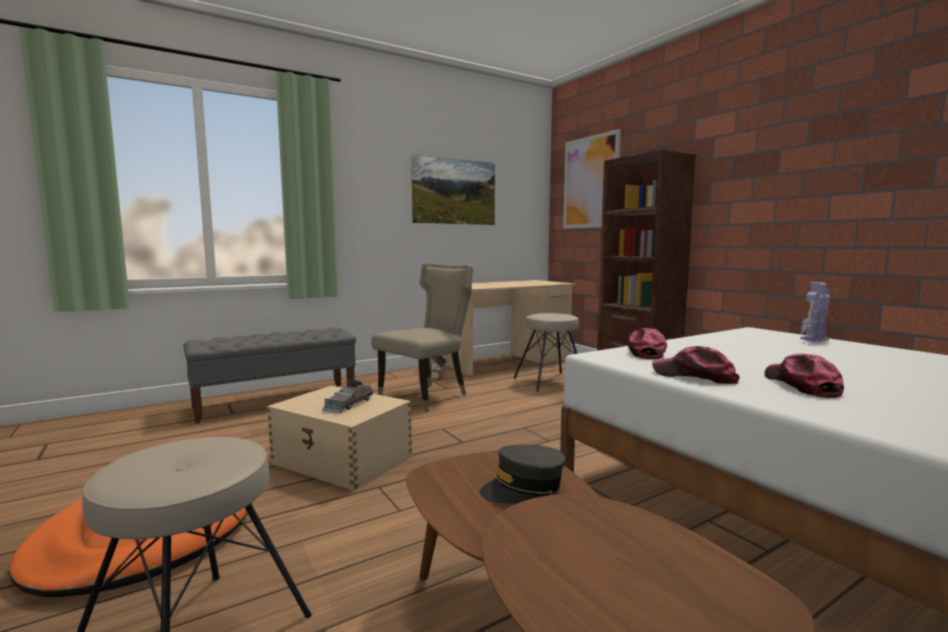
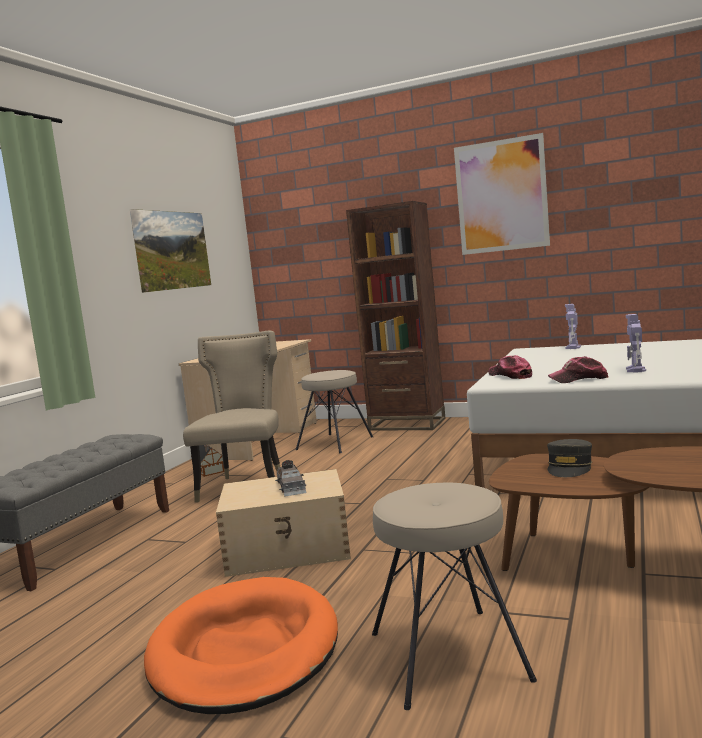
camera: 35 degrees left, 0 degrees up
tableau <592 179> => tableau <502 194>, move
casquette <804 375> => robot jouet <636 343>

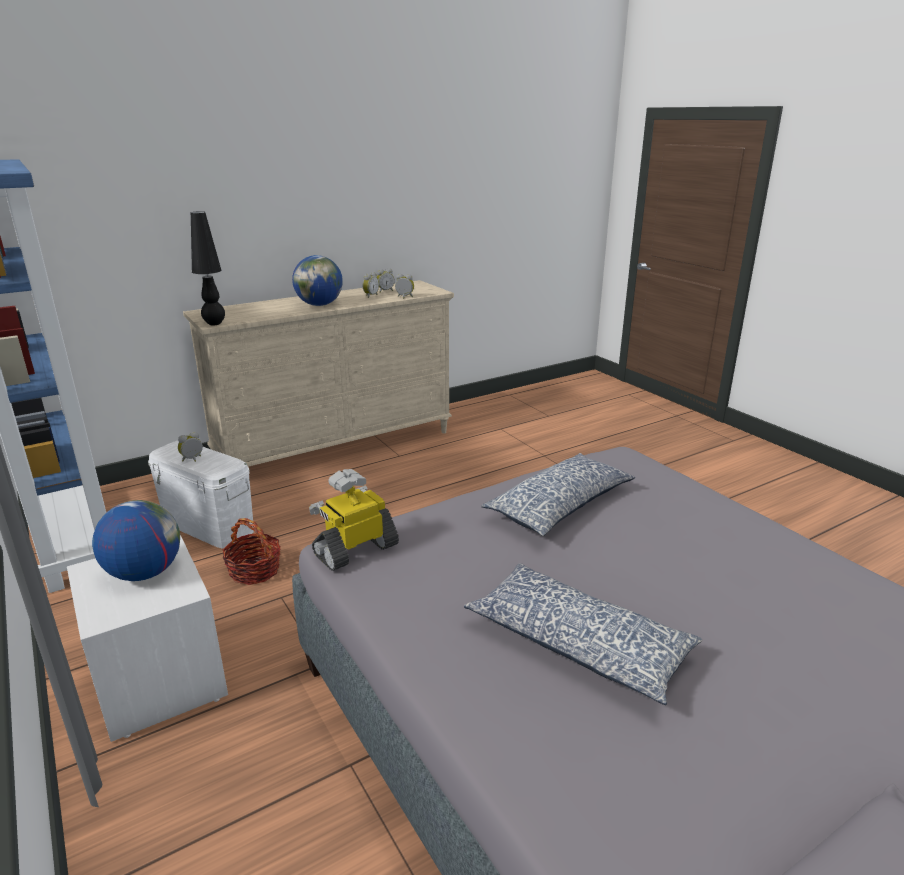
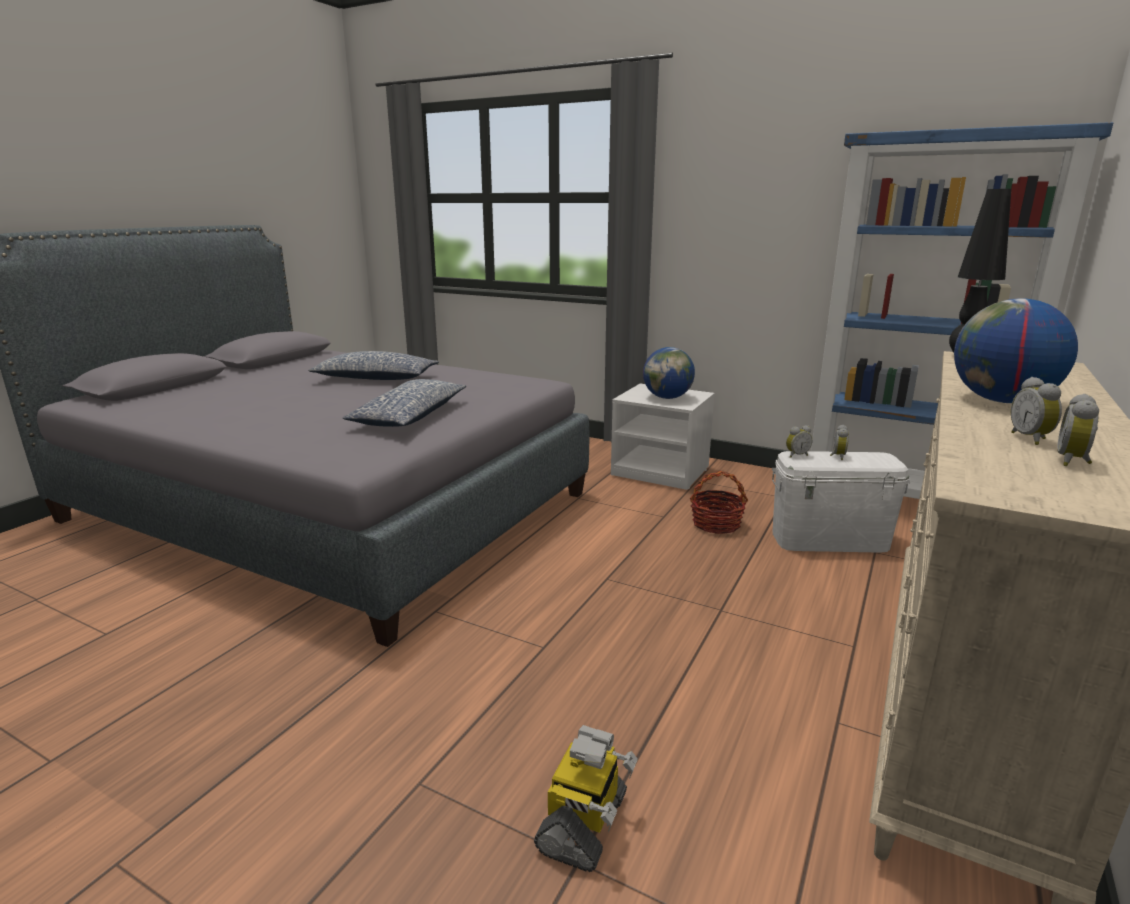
camera: 150 degrees right, 5 degrees down
robot jouet <354 520> => robot jouet <586 798>, move
réveil <404 286> => réveil <799 441>, move

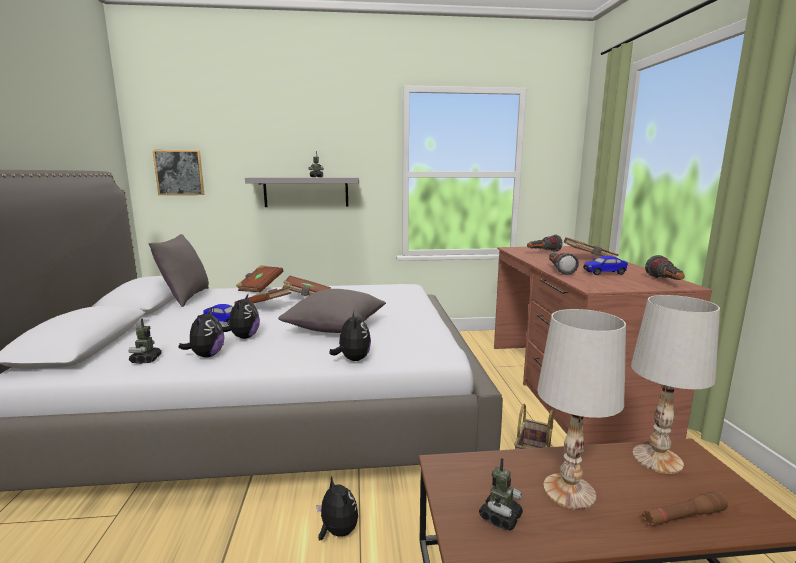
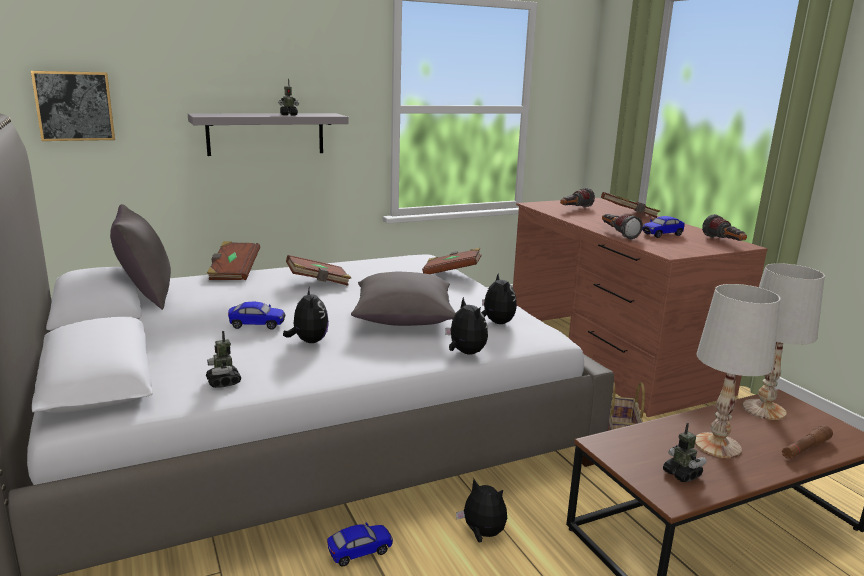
camera: 20 degrees left, 5 degrees up
nothing => petite voiture <360 544>
livre (marron) <262 295> => livre (marron) <451 260>, move
peluche <201 333> => peluche <499 298>, move
robot jouet <501 494> => robot jouet <685 452>, 45 degrees counterclockwise

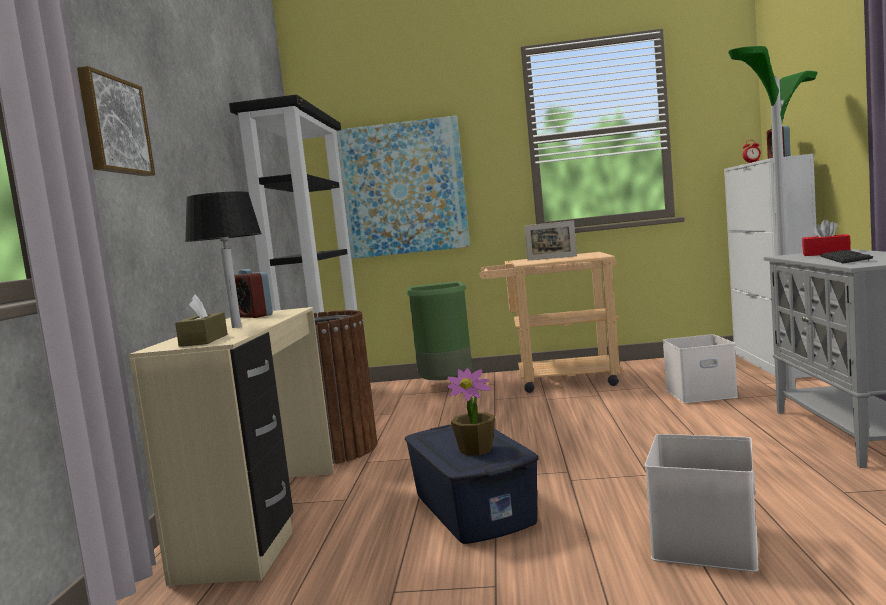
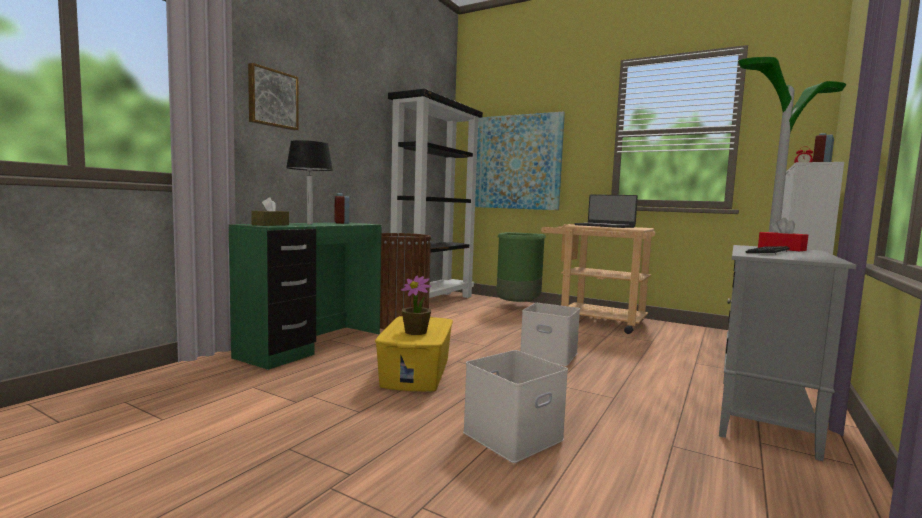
camera: 25 degrees right, 0 degrees up
bureau (beige) <231 446> => bureau (vert) <305 296>
boîte de rangement (bleu) <472 484> => boîte de rangement (jaune) <414 353>
boîte de rangement (blanc) <700 368> => boîte de rangement (blanc) <550 334>, move
cadre photo <551 240> => ordinateur portable <606 211>

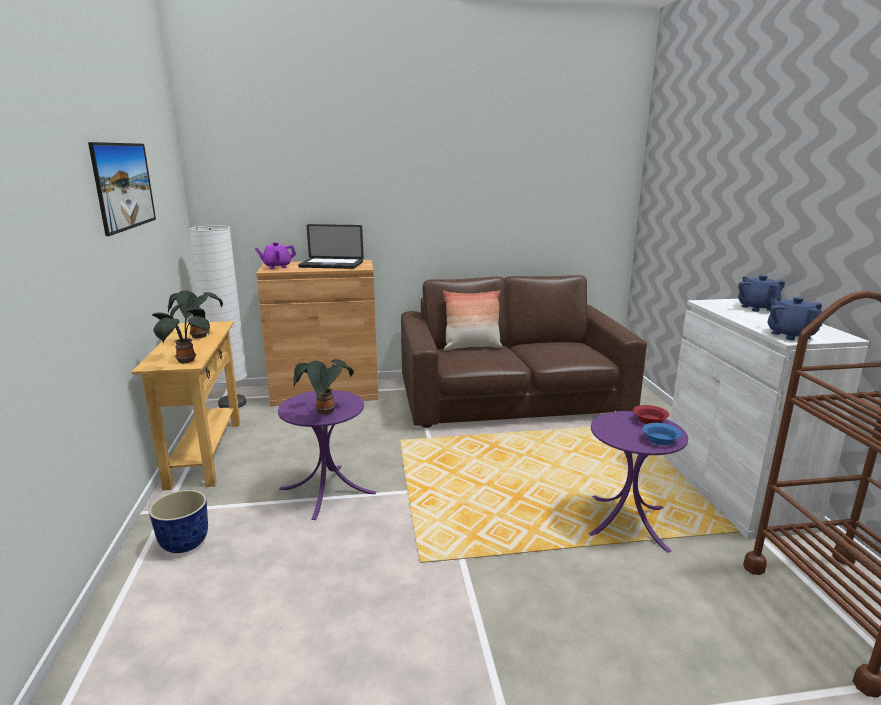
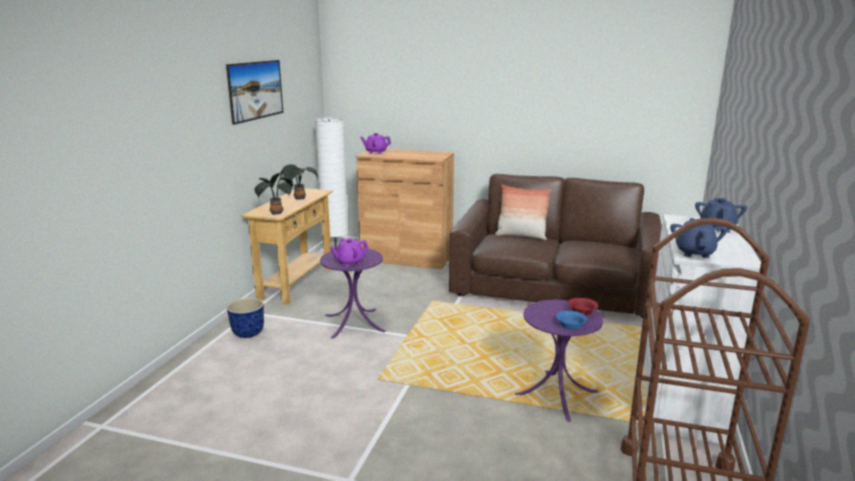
camera: 25 degrees right, 0 degrees up
plante en pot <323 387> => théière (violet) <349 252>
ordinateur portable <331 246> => nothing

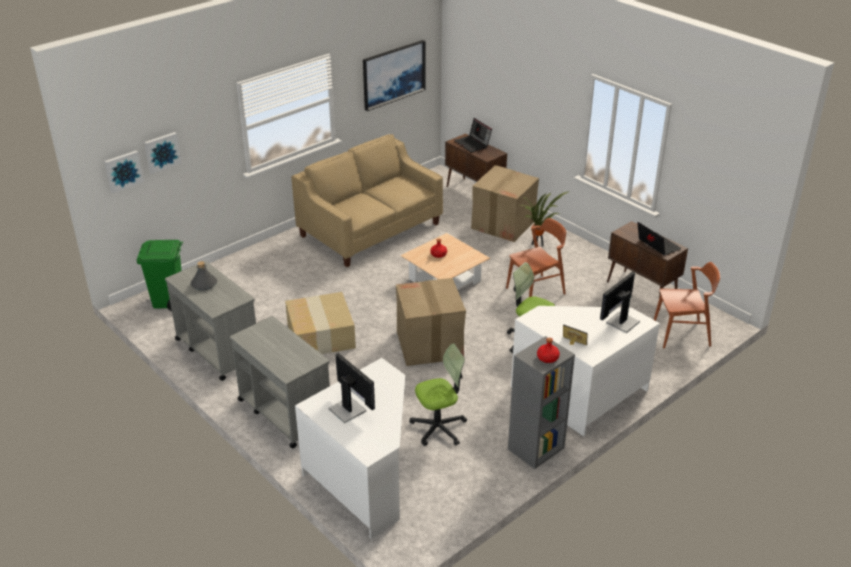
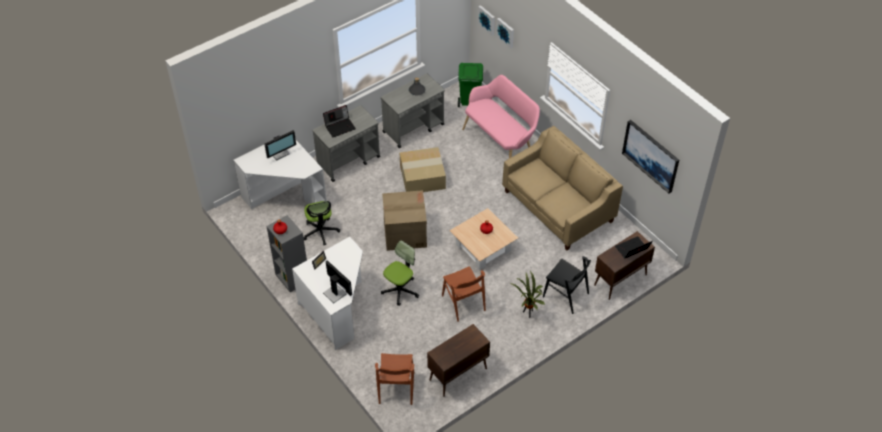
camera: 95 degrees right, 15 degrees up
ordinateur portable <659 239> => ordinateur portable <339 121>, move
nothing => banc (rose) <501 116>
carton <505 203> => chaise (noir) <567 285>

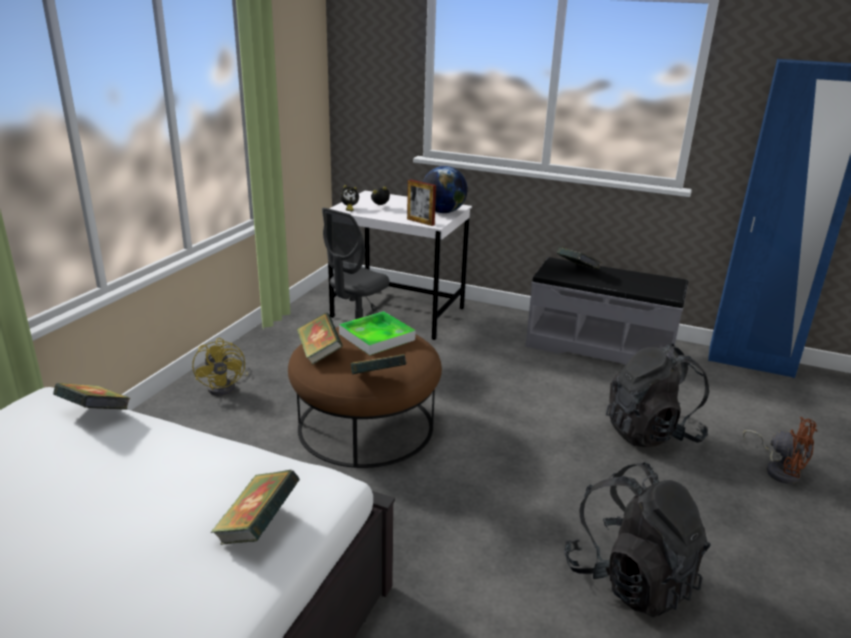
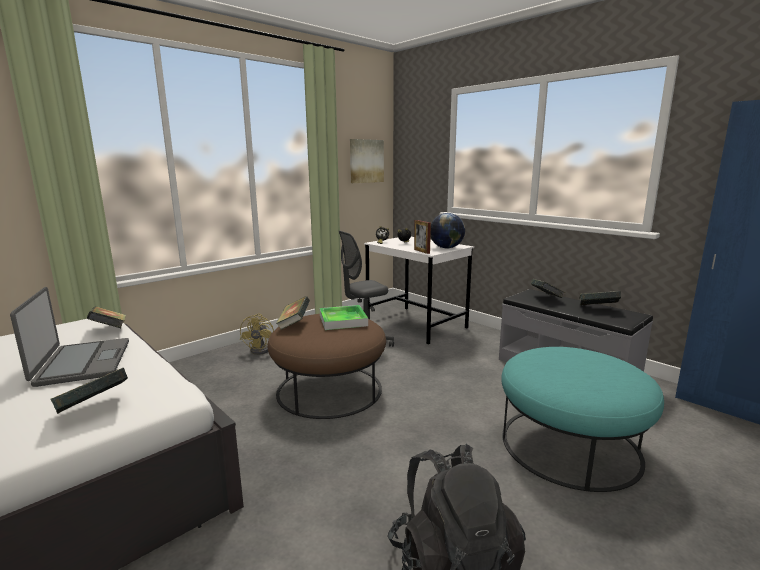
camera: 25 degrees right, 10 degrees down
nothing => ordinateur portable <69 337>
nothing => tableau <367 161>
sac à dos (noir) <657 395> => pouf (turquoise) <582 419>
livre <378 364> => livre <600 298>, move
ventilateur (marron) <780 450> => nothing

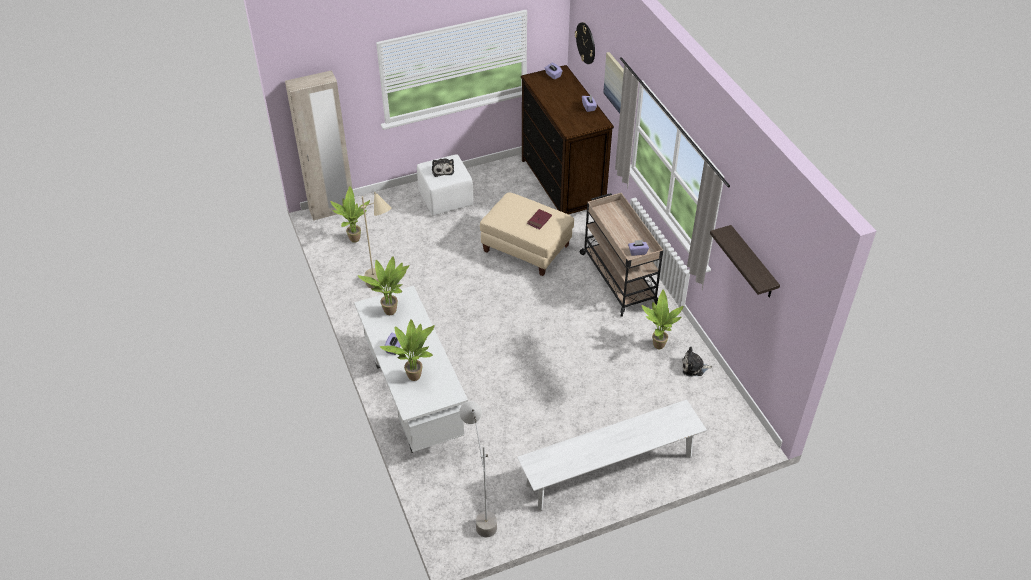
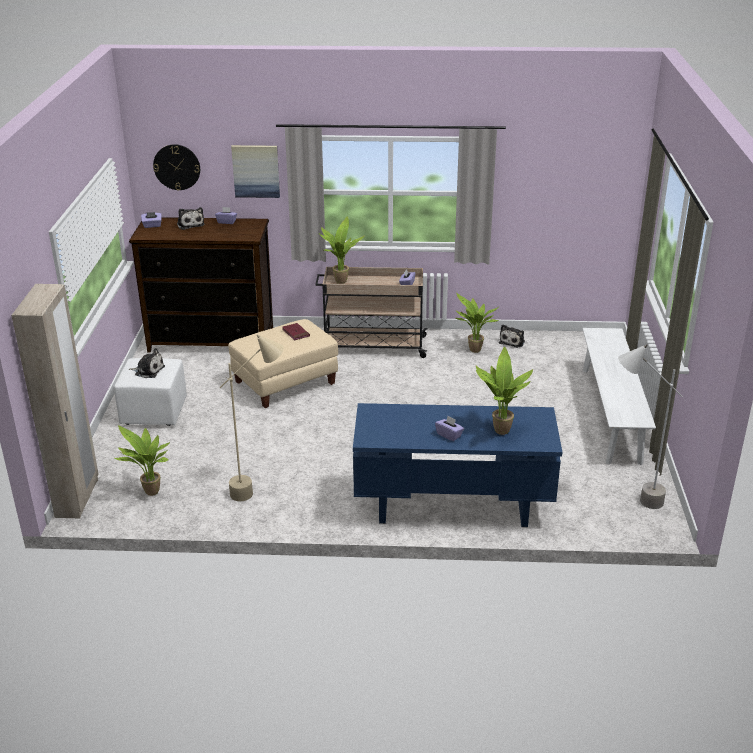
camera: 65 degrees left, 15 degrees down
nothing => peluche <190 218>
plante en pot <384 285> => plante en pot <342 250>, move
bureau (blanc) <411 369> => bureau (bleu) <457 465>
étagère <745 261> => nothing

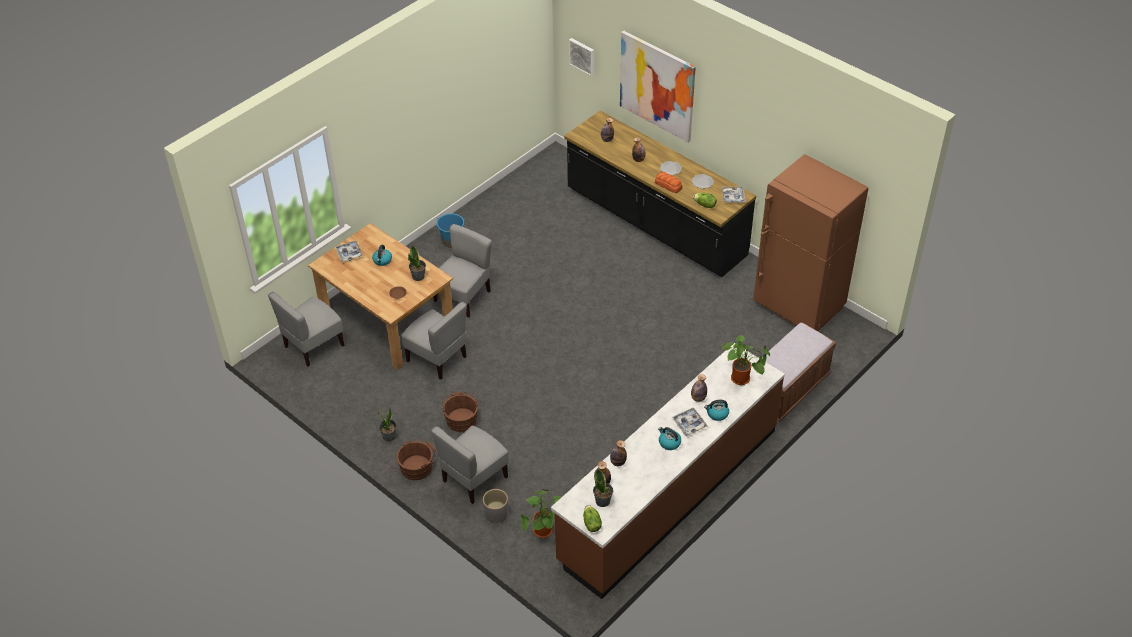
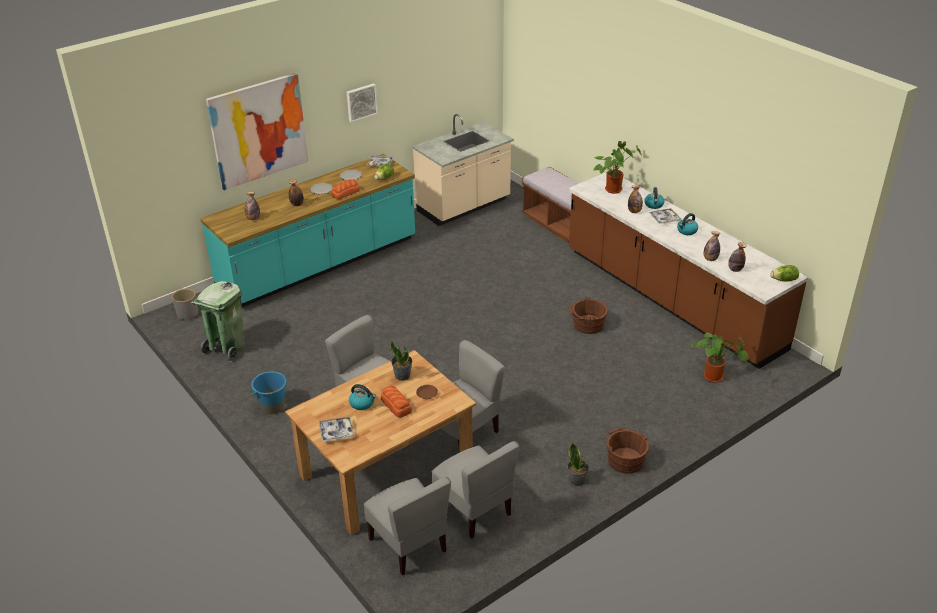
camera: 80 degrees left, 10 degrees down
cache-pot (gris) <495 506> => cache-pot (gris) <185 304>, move
nothing => poubelle (vert) <217 321>
comptoir de cuisine (noir) <660 193> => comptoir de cuisine (turquoise) <307 230>
tableau <581 57> => tableau <362 102>, move
nothing => pain <396 402>
réfrigérateur (marron) <810 242> => comptoir de cuisine (beige) <463 170>
chaise (gris) <469 465> => chaise (gris) <475 490>, move
seau (marron) <460 411> => seau (marron) <588 315>, move
plante en pot <603 488> => nothing

